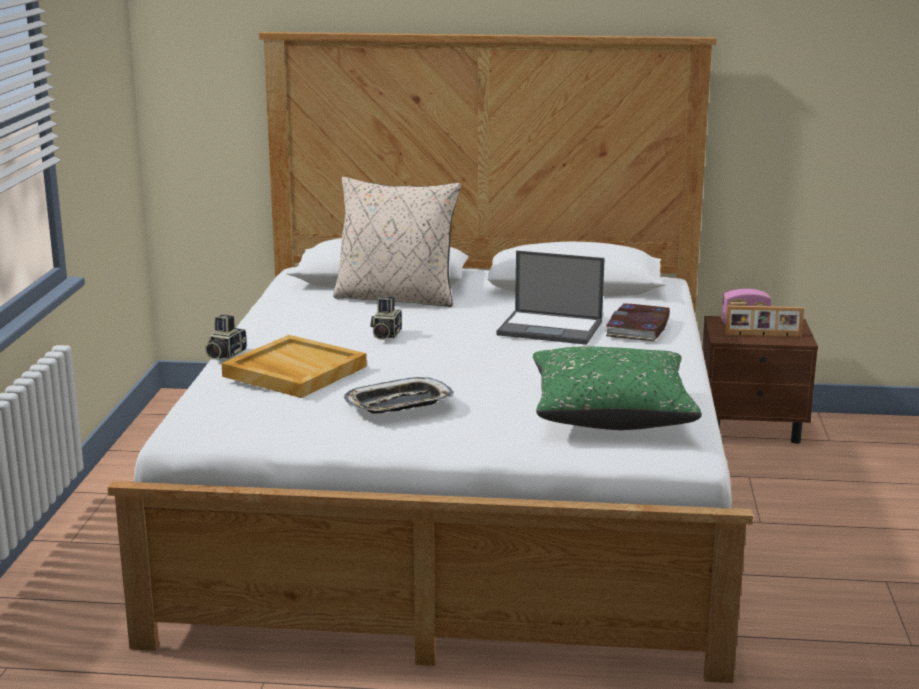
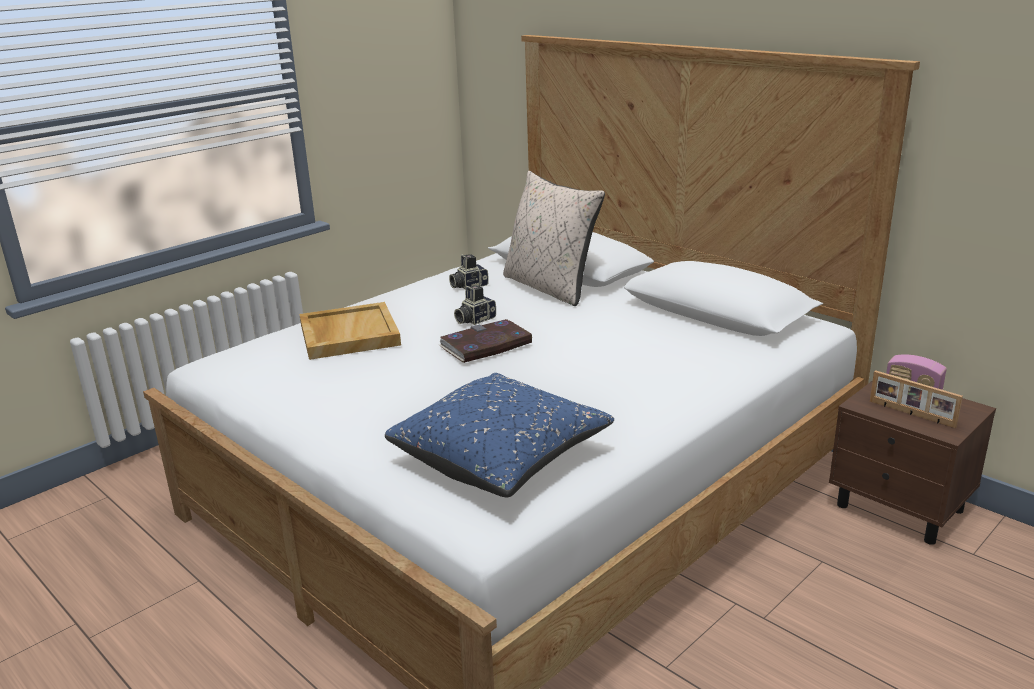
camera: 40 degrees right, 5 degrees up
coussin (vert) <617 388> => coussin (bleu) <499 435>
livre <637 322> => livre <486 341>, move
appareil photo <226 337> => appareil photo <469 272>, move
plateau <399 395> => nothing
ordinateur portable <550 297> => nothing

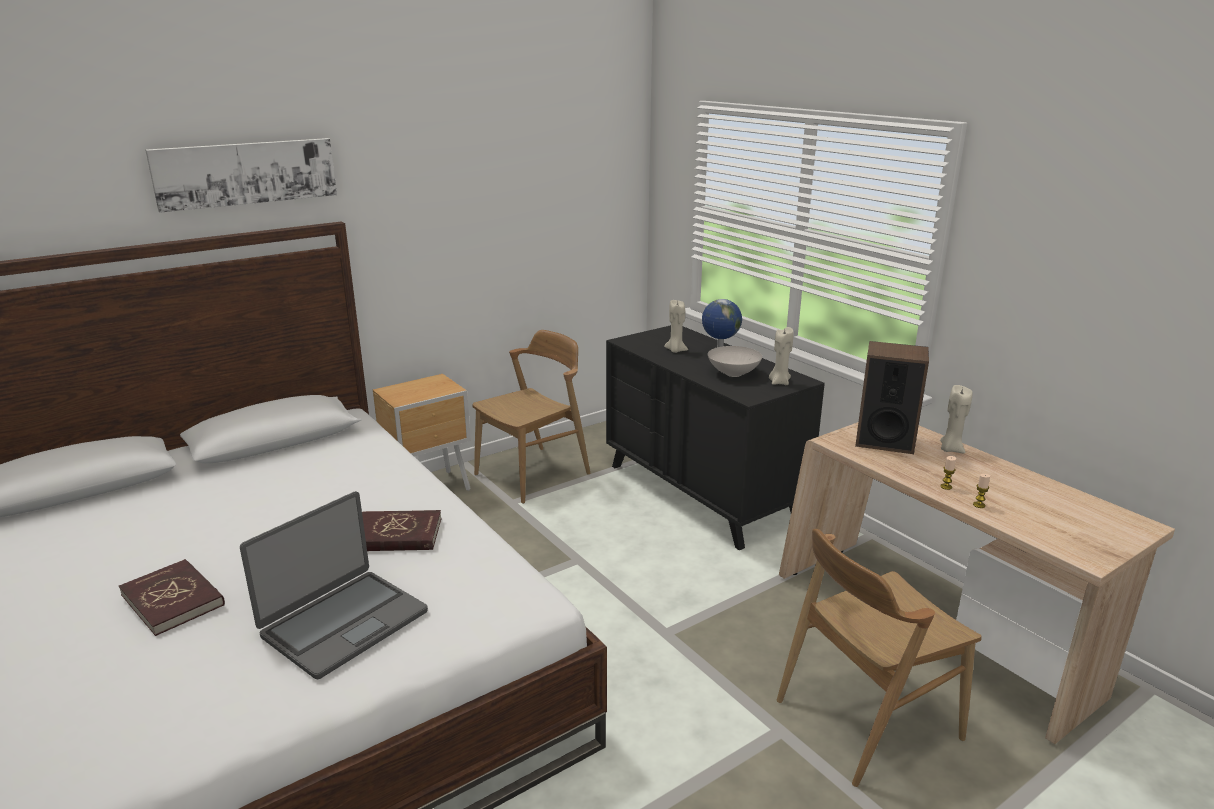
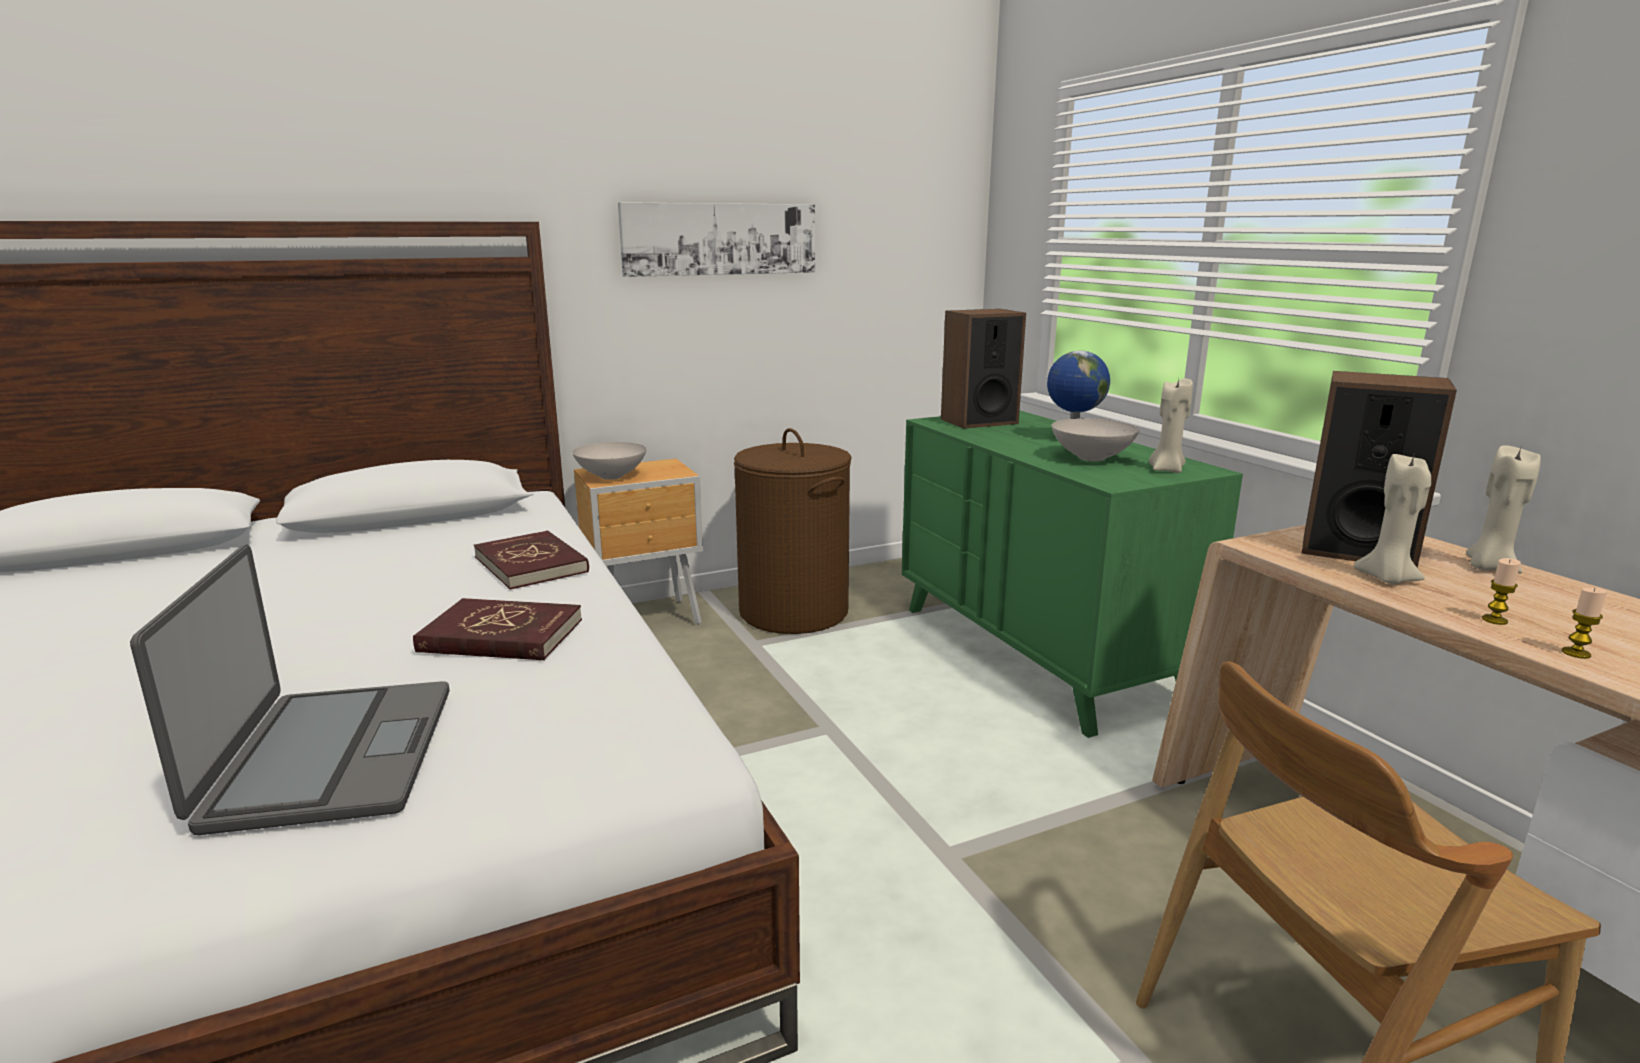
camera: 10 degrees right, 5 degrees down
ordinateur portable <334 585> => ordinateur portable <290 689>, 60 degrees counterclockwise
livre (rouge) <172 597> => livre (rouge) <531 559>, move
nothing => bol (blanc) <609 461>
tableau <241 175> => tableau <716 239>, move
chaise (marron) <531 417> => panier à linge (marron) <792 531>
commode (noir) <715 437> => commode (vert) <1072 574>
nothing => enceinte <983 369>
bougie (beige) <676 326> => bougie (beige) <1392 519>, move

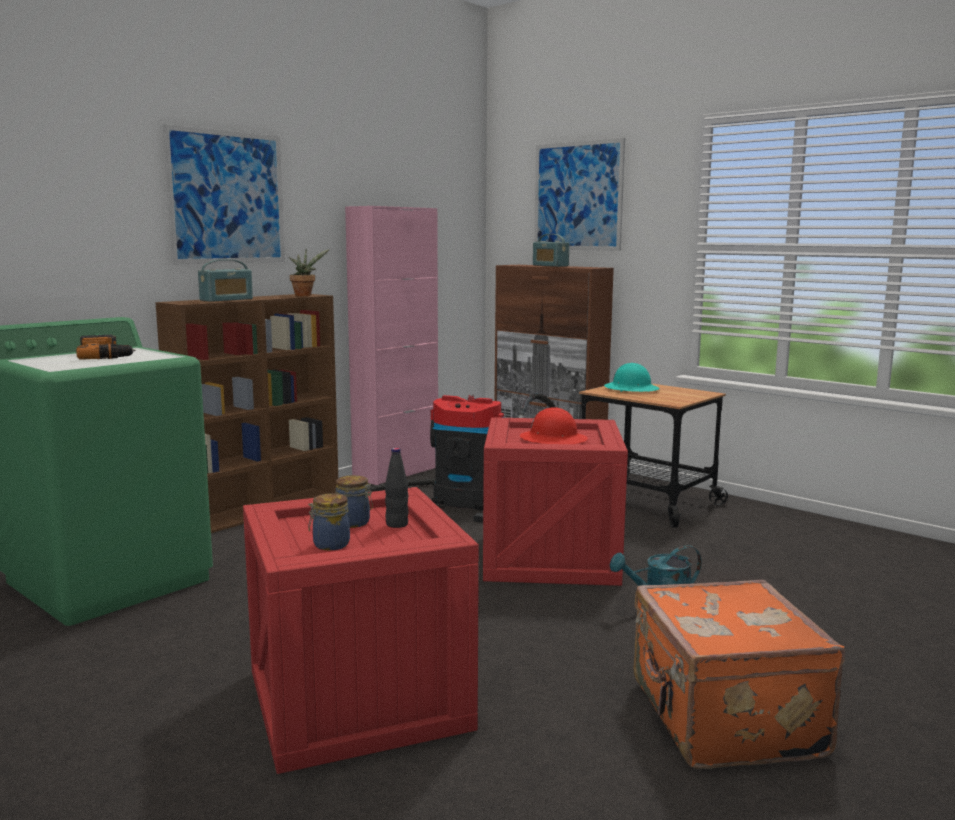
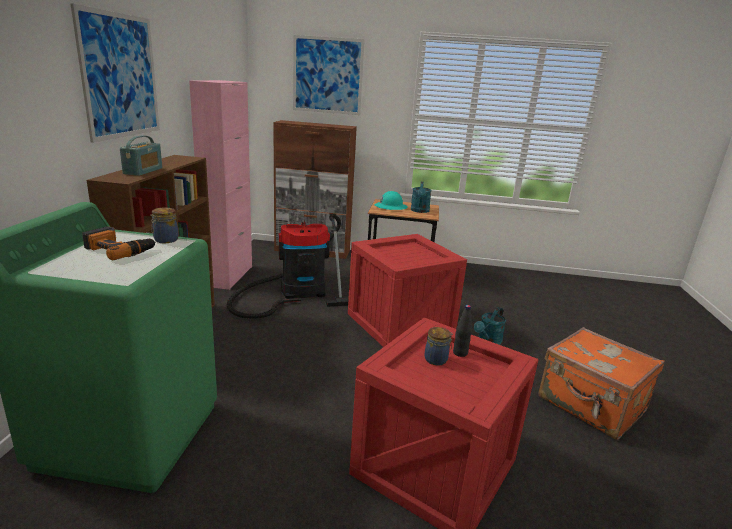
camera: 35 degrees left, 10 degrees up
bocal <329 521> => bocal <164 225>, move
nothing => arrosoir (turquoise) <421 197>
plante en pot <309 272> => nothing
casque de chantier (rouge) <554 425> => nothing
radio <551 250> => nothing

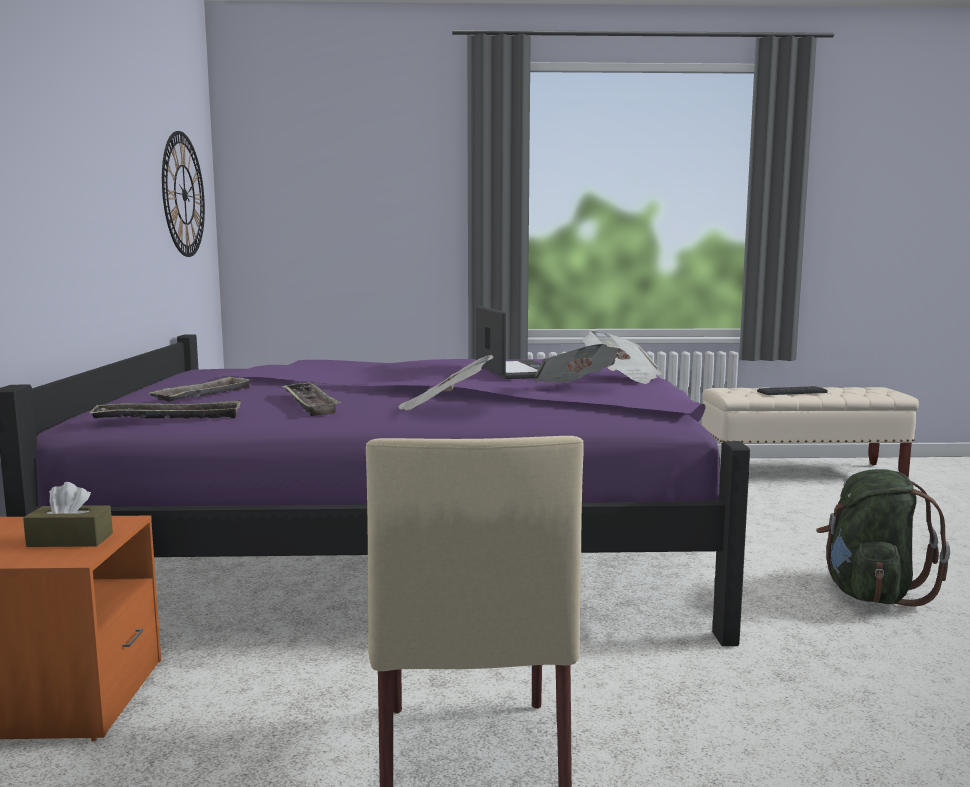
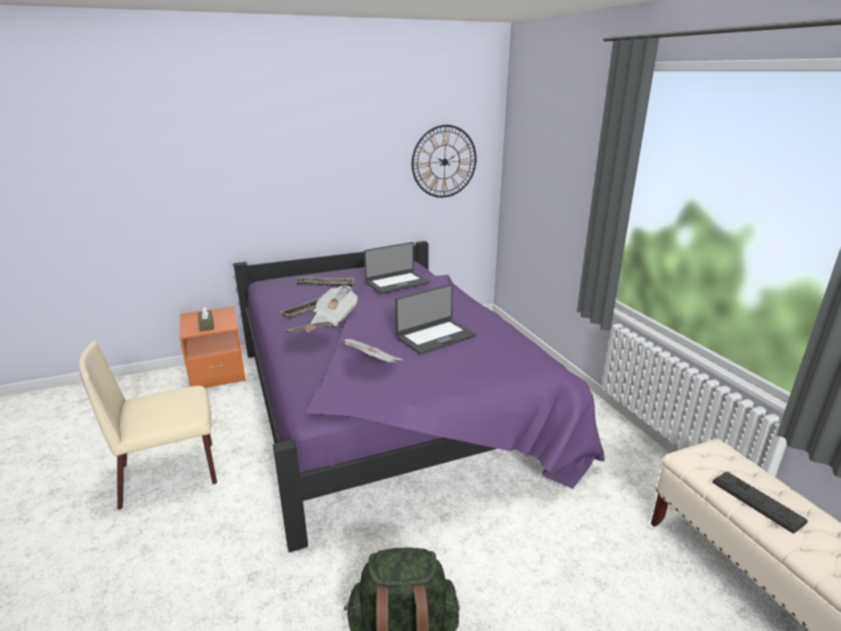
camera: 70 degrees right, 15 degrees up
journal <622 357> => journal <334 306>, move
nothing => ordinateur portable <396 268>
plateau <165 409> => nothing

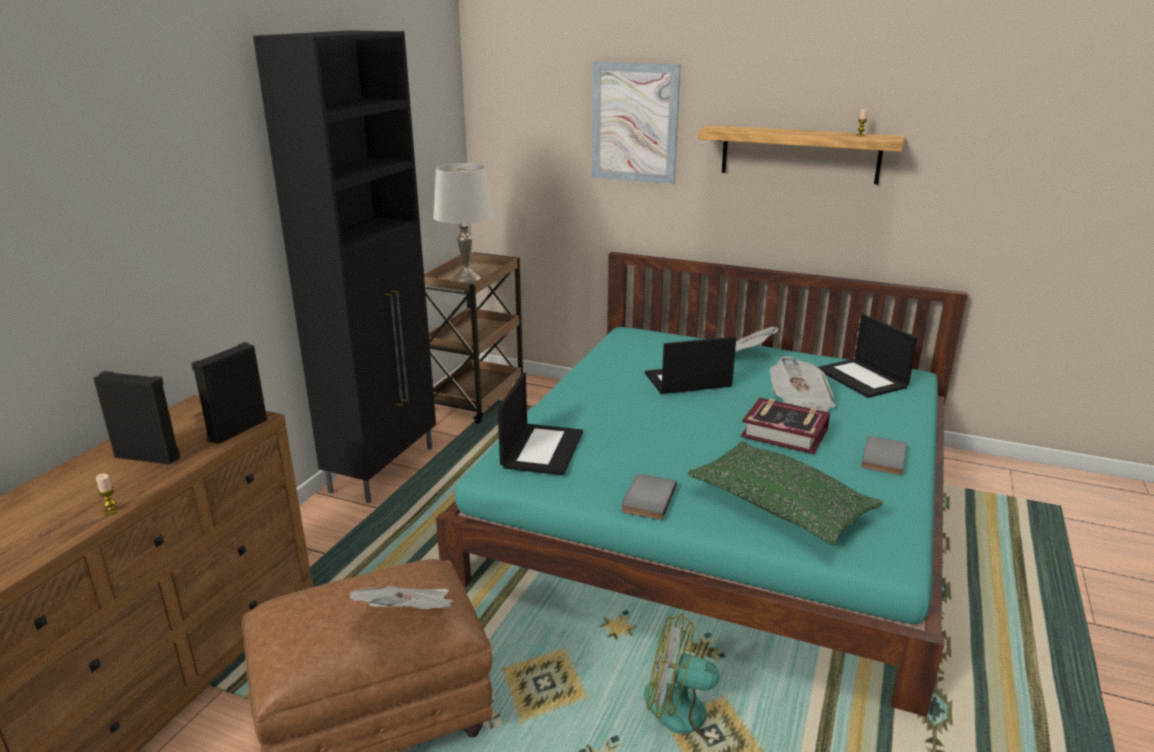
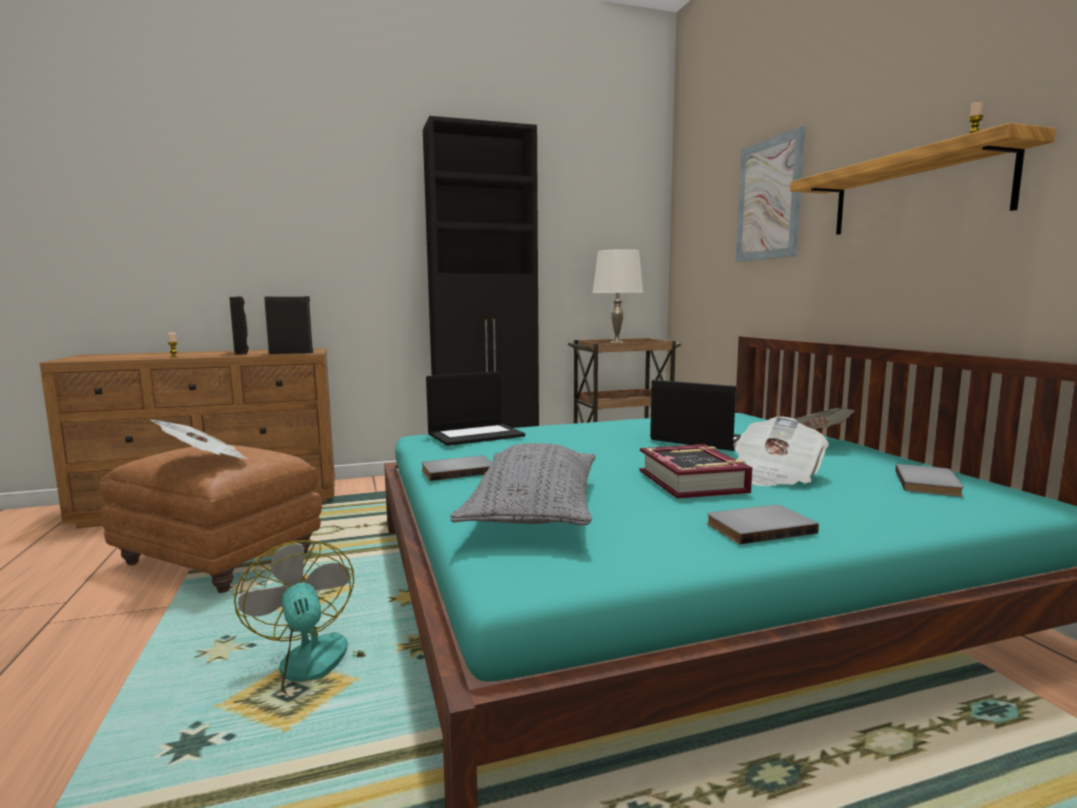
camera: 50 degrees right, 15 degrees down
coussin (vert) <785 493> => coussin (gris) <523 484>
ordinateur portable <867 356> => livre (gris) <930 480>

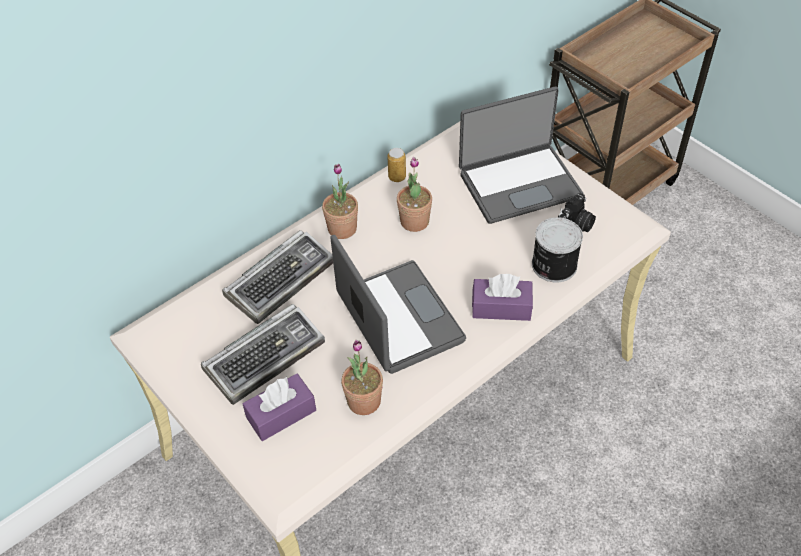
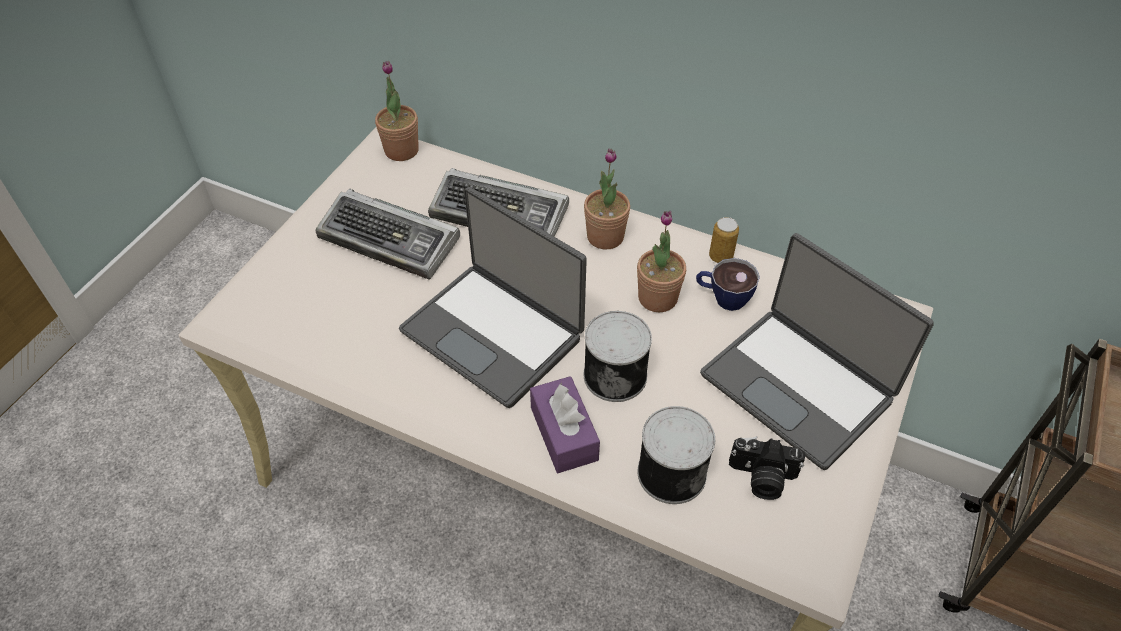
camera: 65 degrees right, 0 degrees up
plante en pot <362 377> => plante en pot <397 111>, move
ordinateur portable <398 304> => ordinateur portable <493 297>, 90 degrees clockwise
nothing => boîte métallique <618 356>
nothing => tasse <728 284>
boîte à mouchoirs (violet) <279 407> => nothing

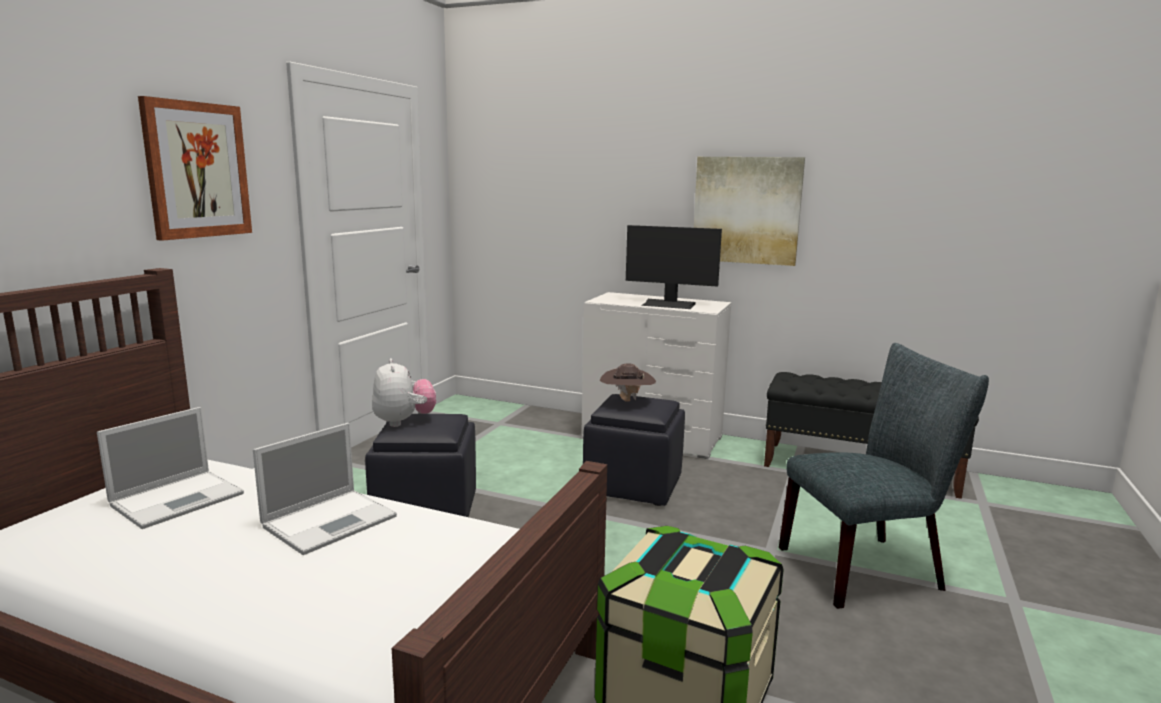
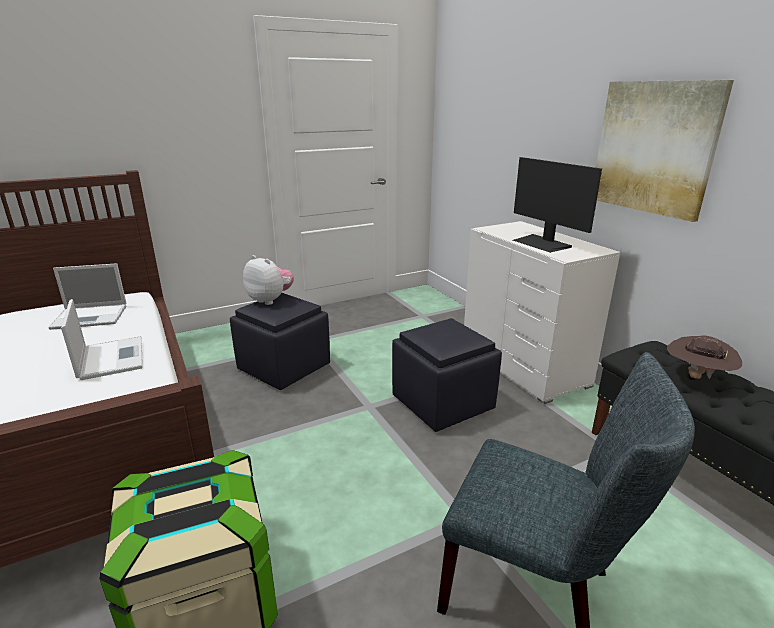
camera: 40 degrees right, 10 degrees up
ordinateur portable <325 489> => ordinateur portable <102 339>, 105 degrees counterclockwise
peluche <404 392> => peluche <268 280>, 75 degrees counterclockwise
chapeau (marron) <628 382> => chapeau (marron) <704 357>, move
tableau <195 168> => nothing

